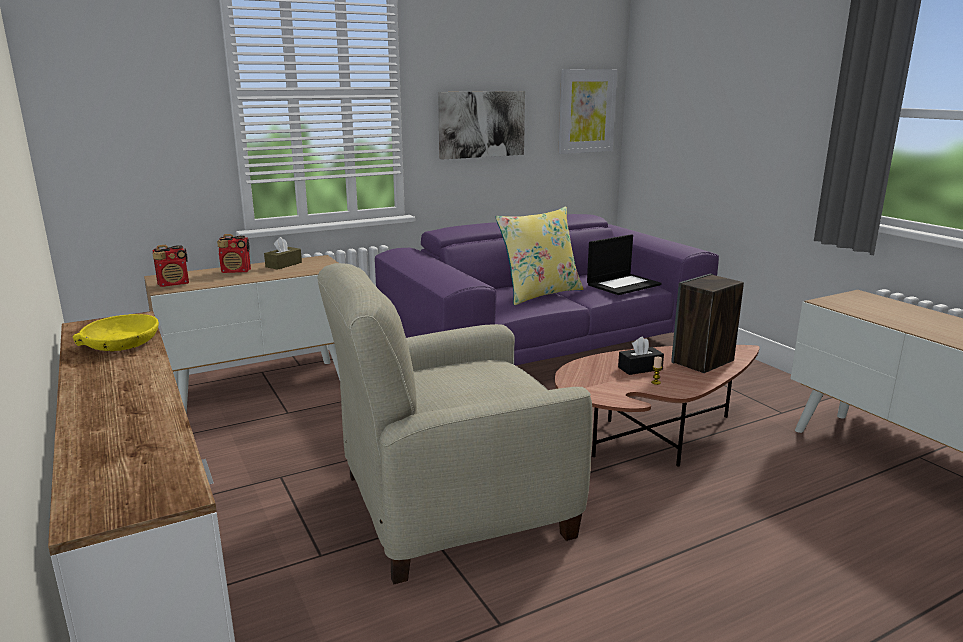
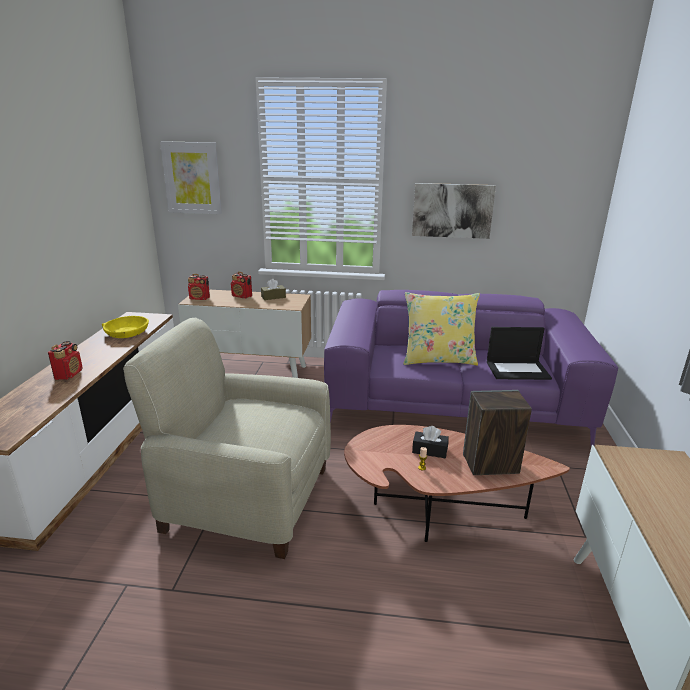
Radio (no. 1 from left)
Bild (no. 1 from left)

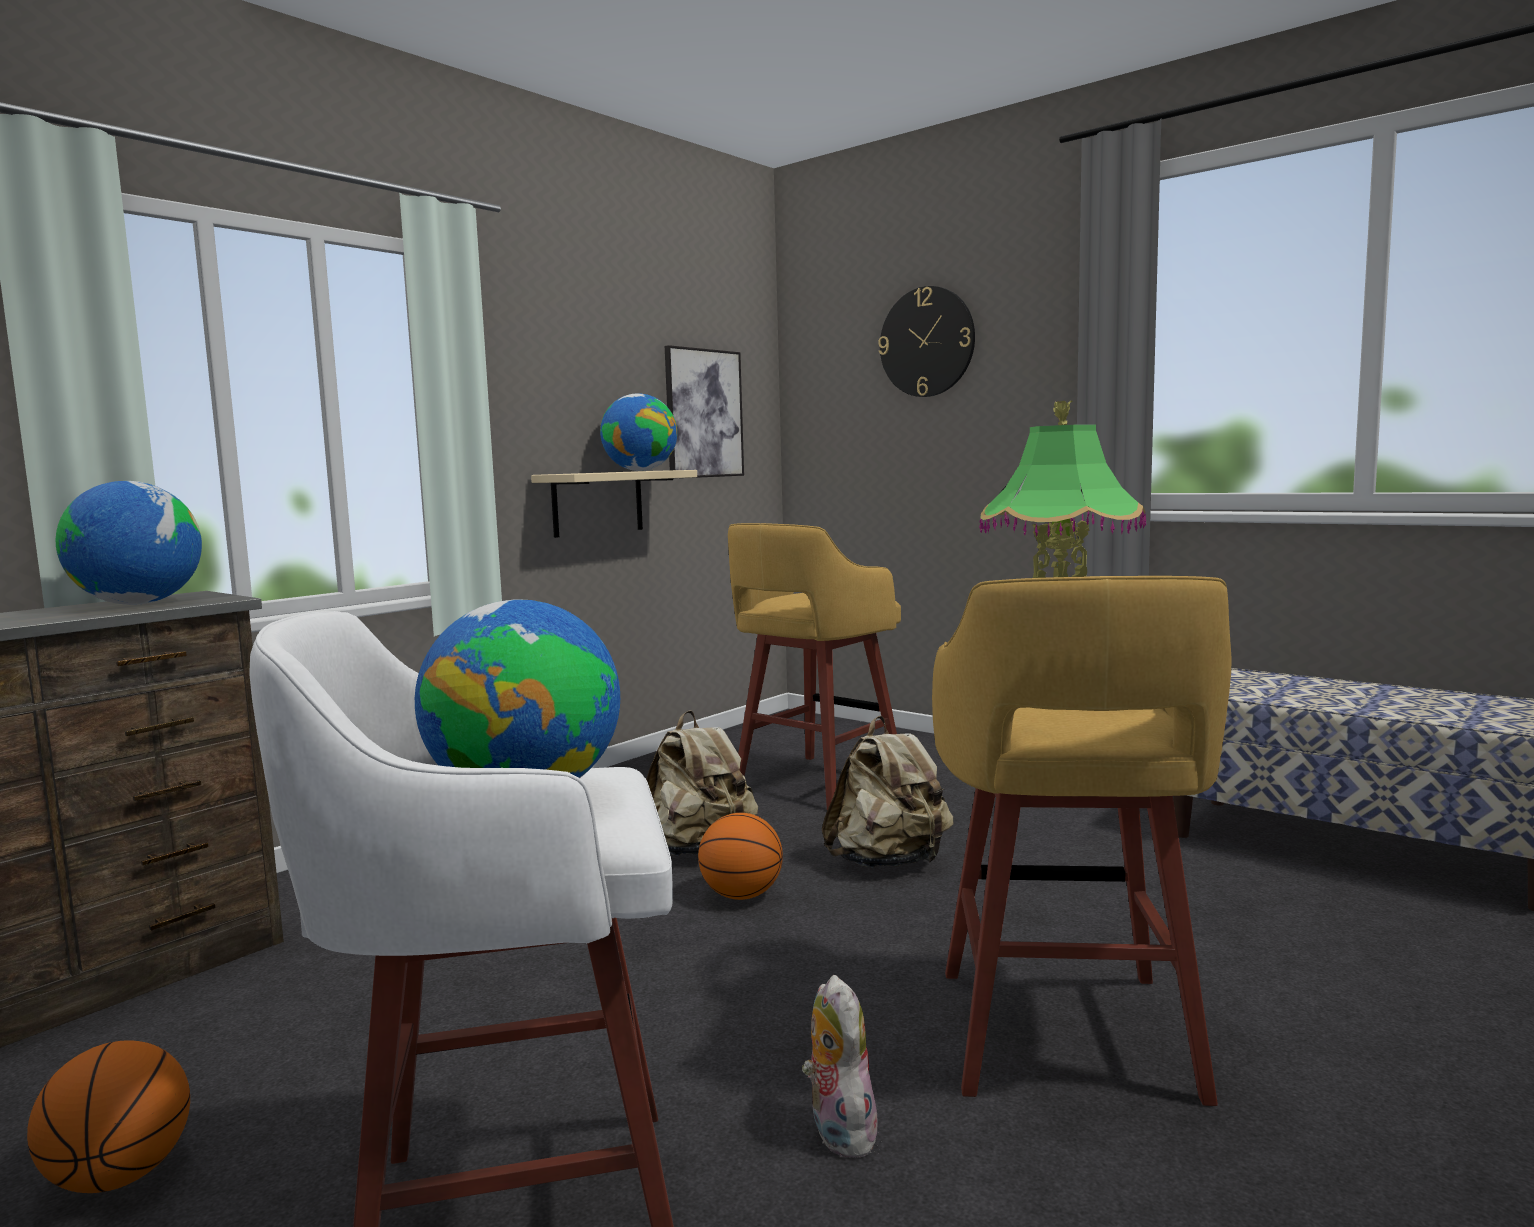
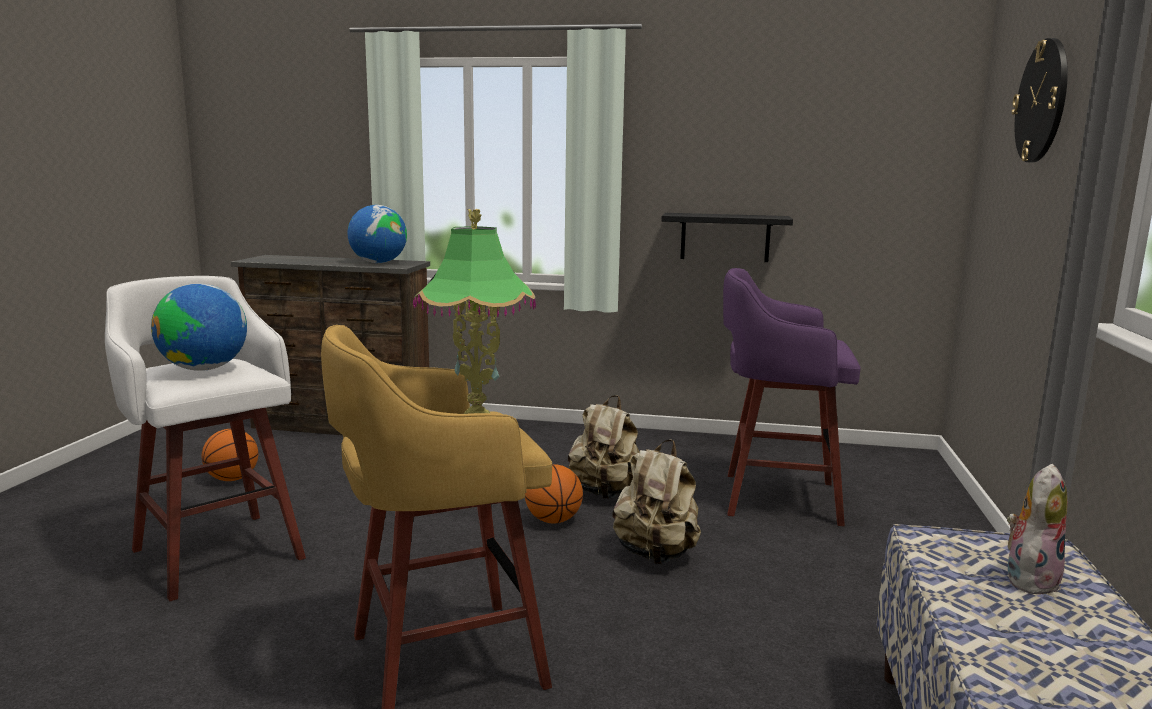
Wandregal (schwarz)
Hocker (lila)
Plüschtier
Globus (no. 3 from left in the first image)
Bild

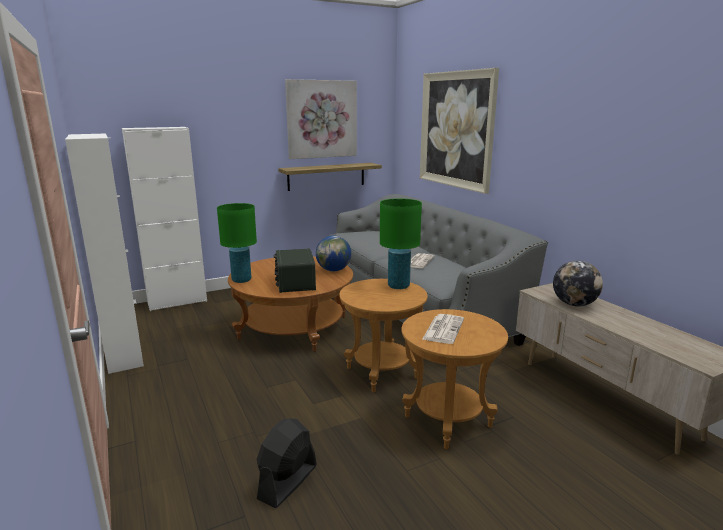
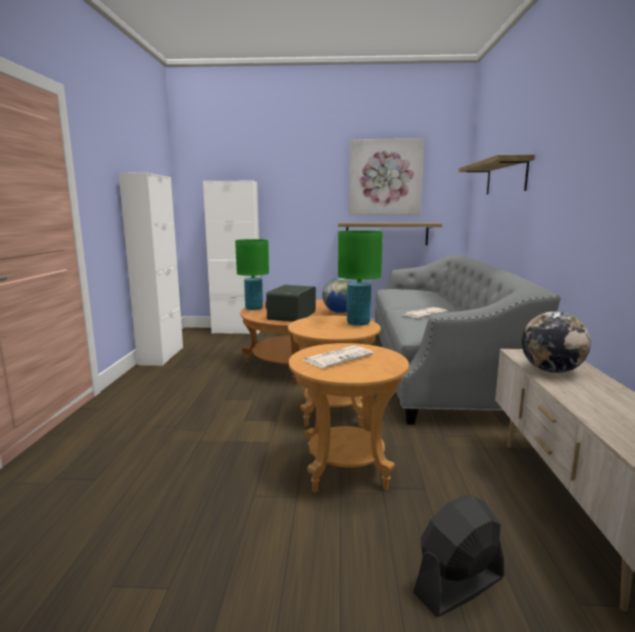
Ventilator (schwarz)
Wandregal (no. 2 from left)

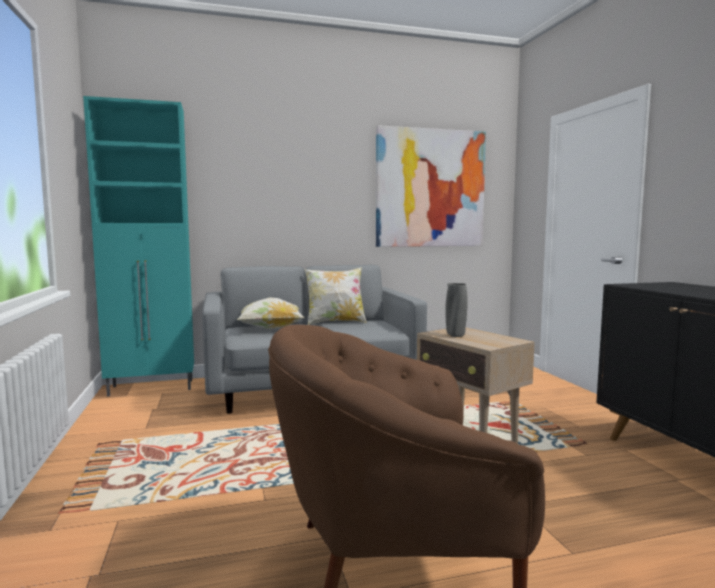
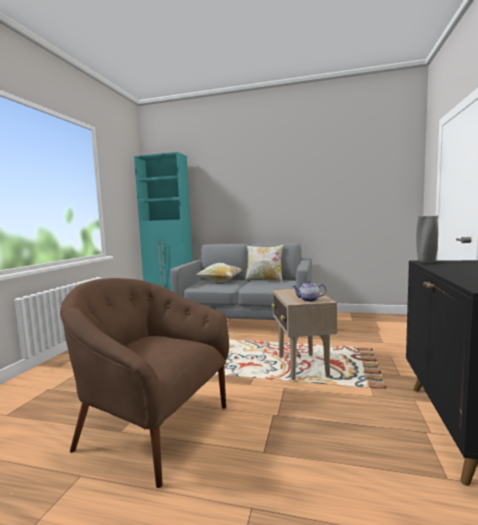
Teekanne
Vase (grau)
Bild

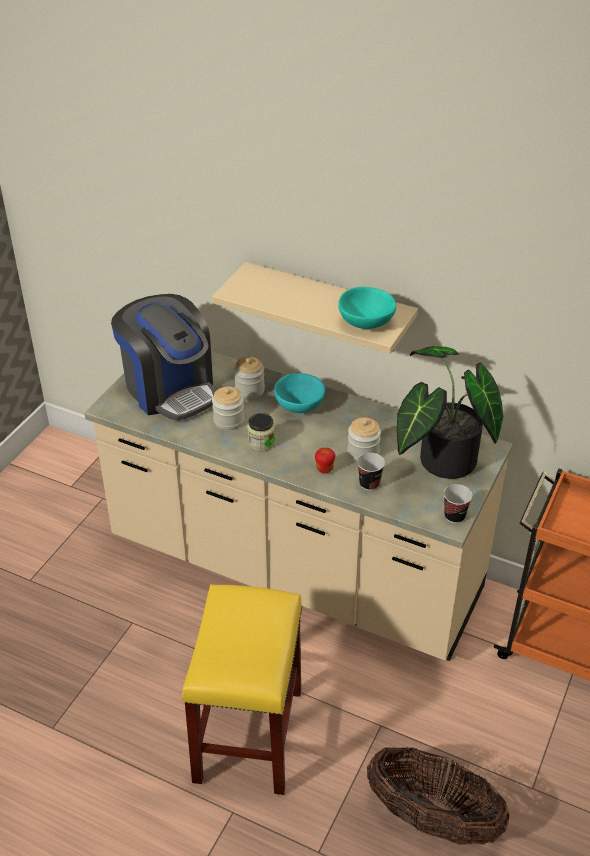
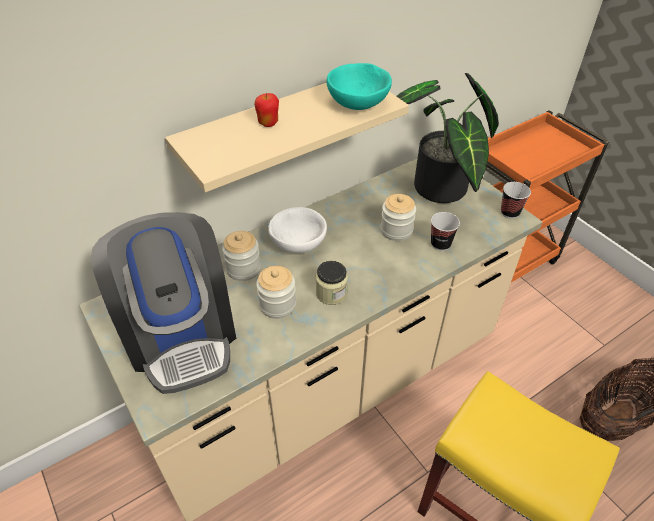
Kaffeemaschine
Apfel
Schüssel (weiß)

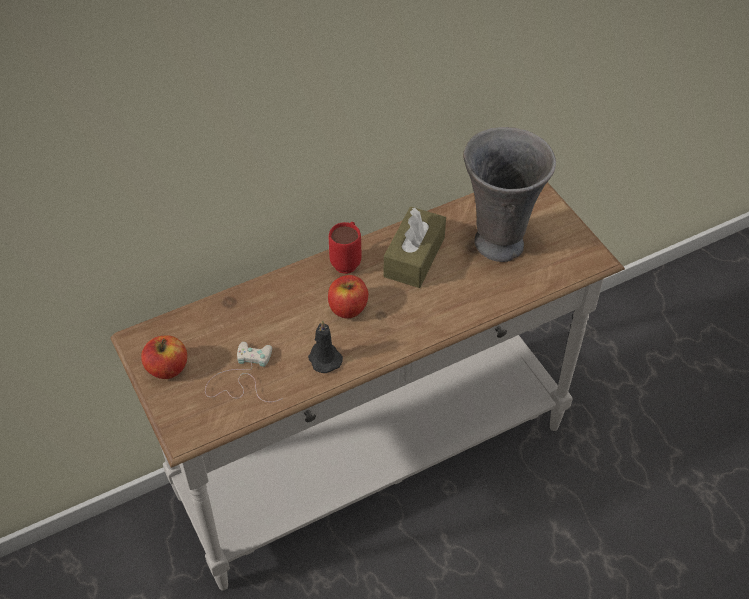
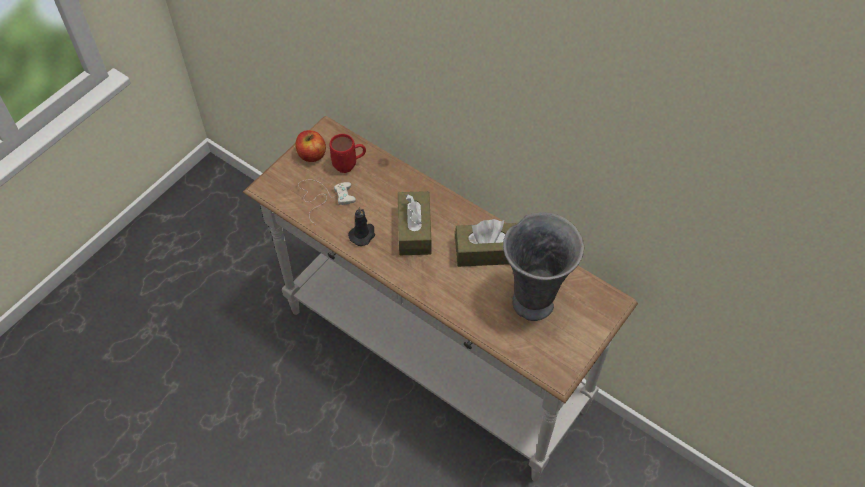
Henkelbecher (rot)
Taschentuchbox (braun) (no. 1 from left)

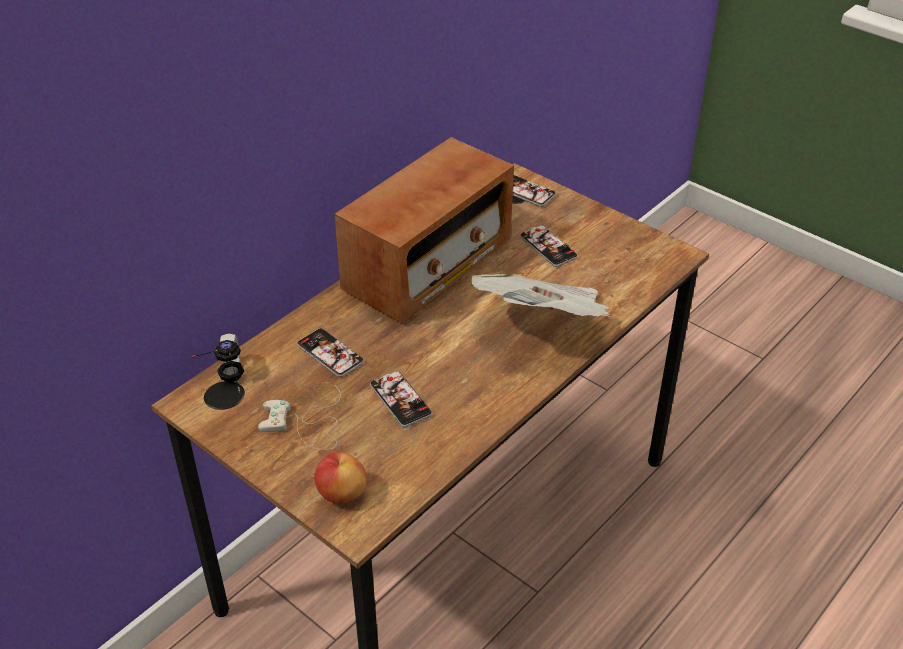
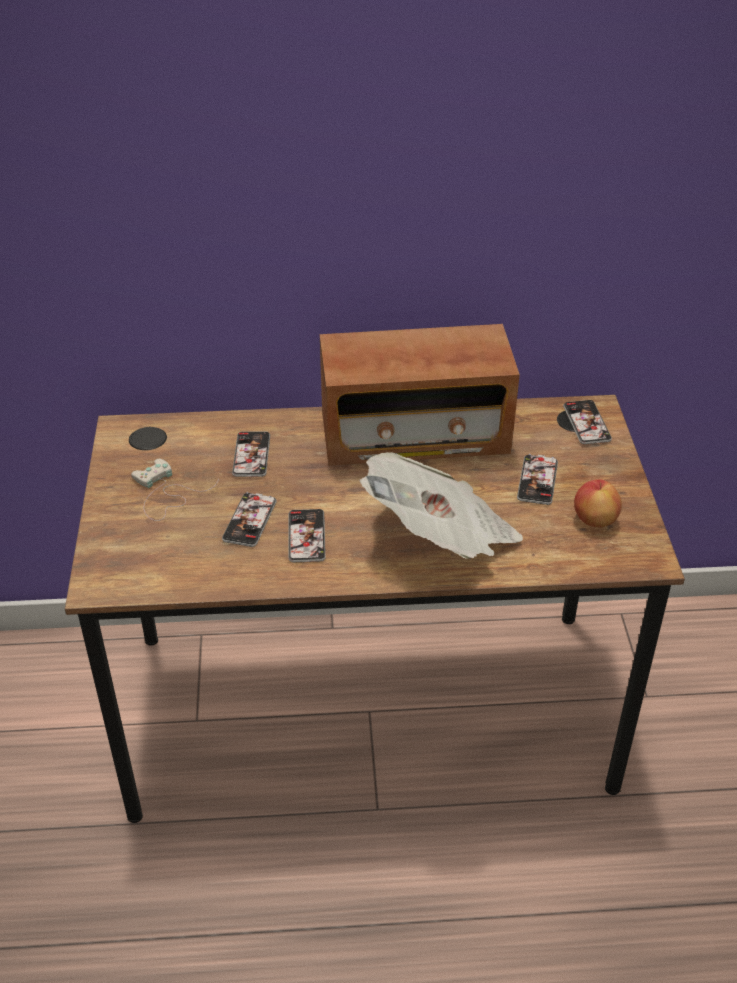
Handy (no. 3 from left)
Apfel
Kopfhörer

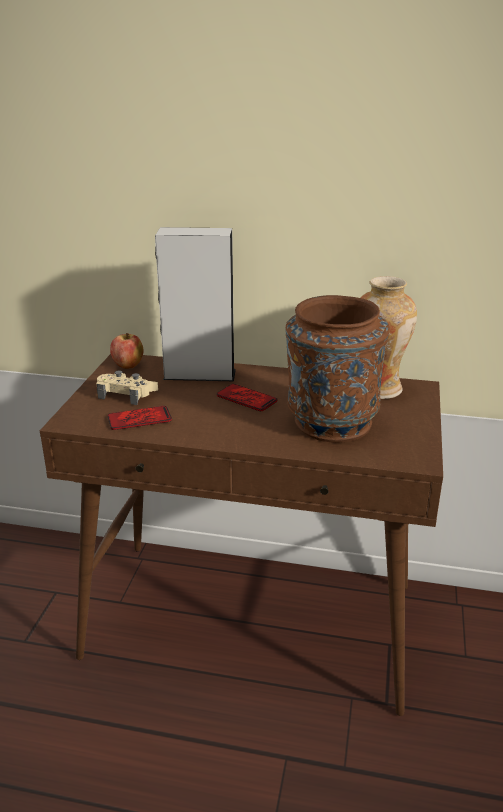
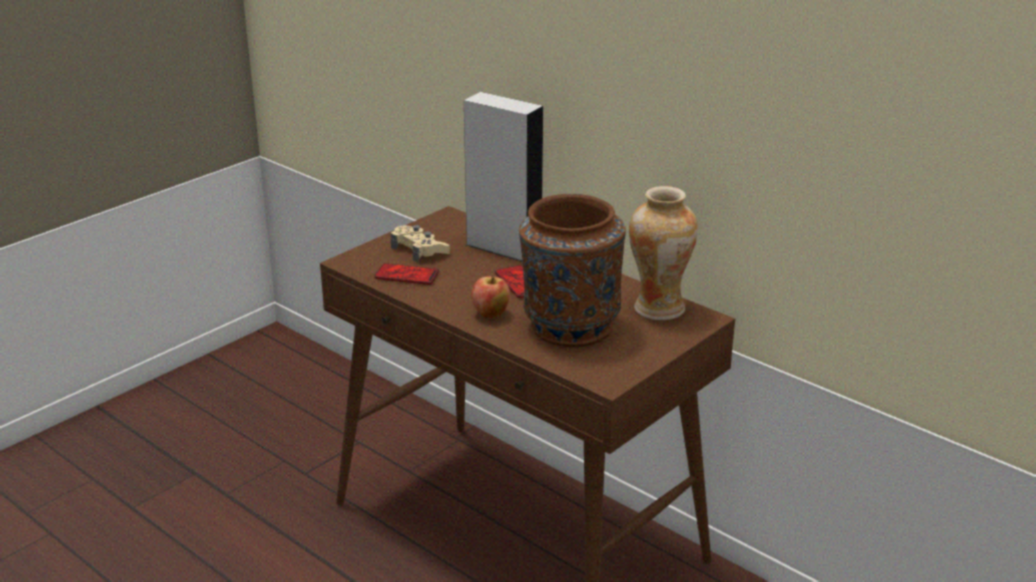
Apfel

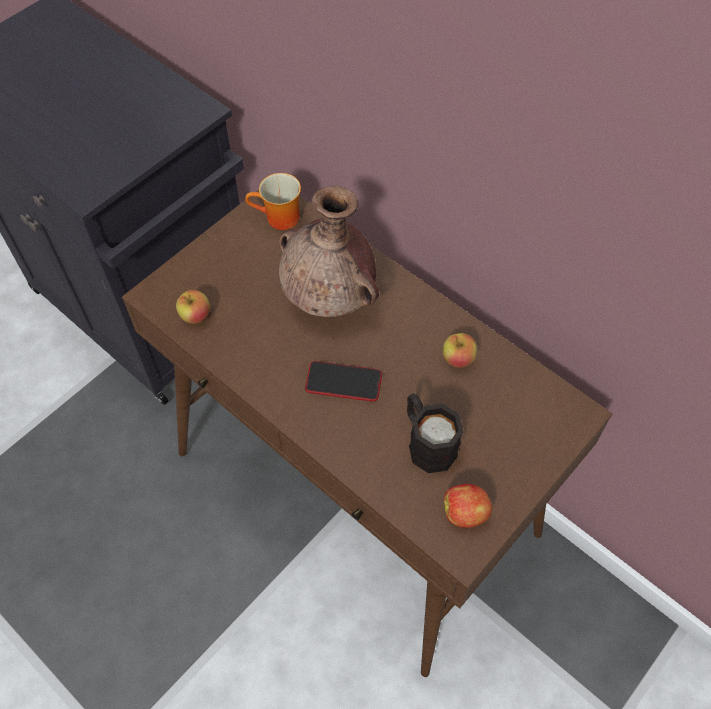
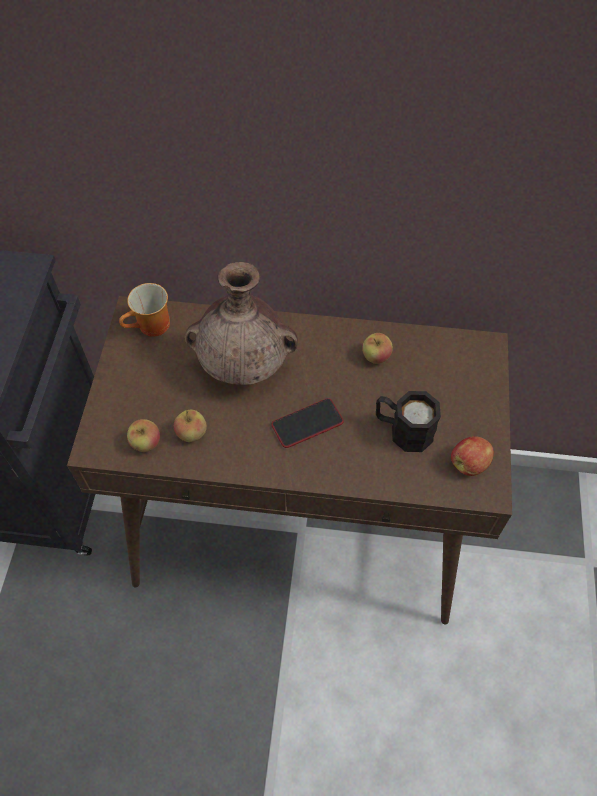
Apfel (no. 2 from left)

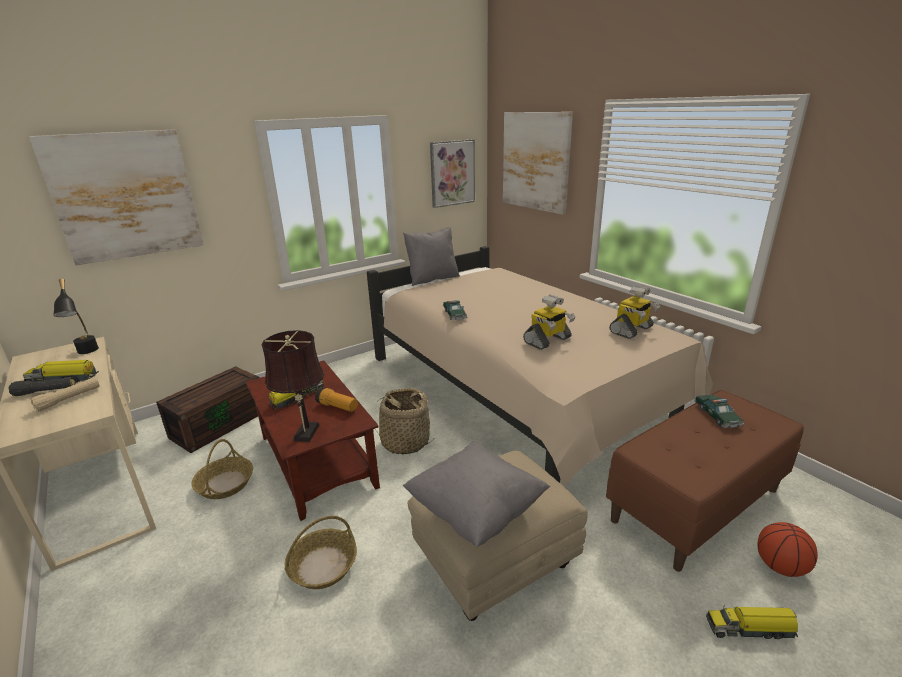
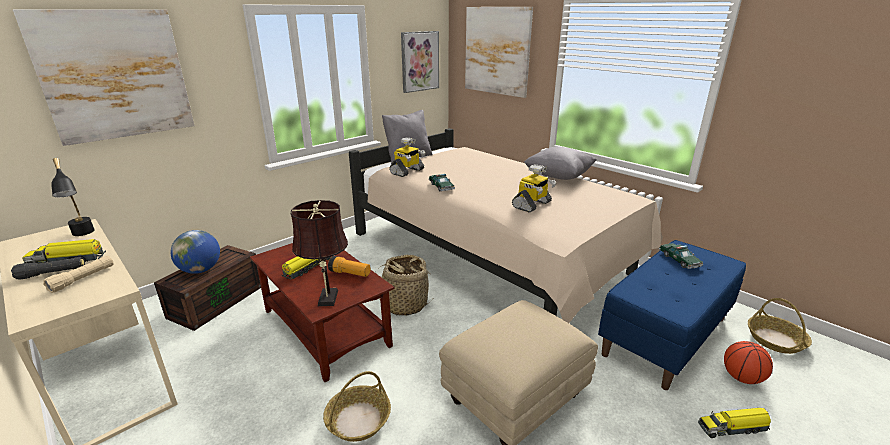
Globus
Spielzeugroboter (no. 1 from left)
Kissen (grau) (no. 2 from left)
Bank (blau)
Korb (no. 3 from left)

